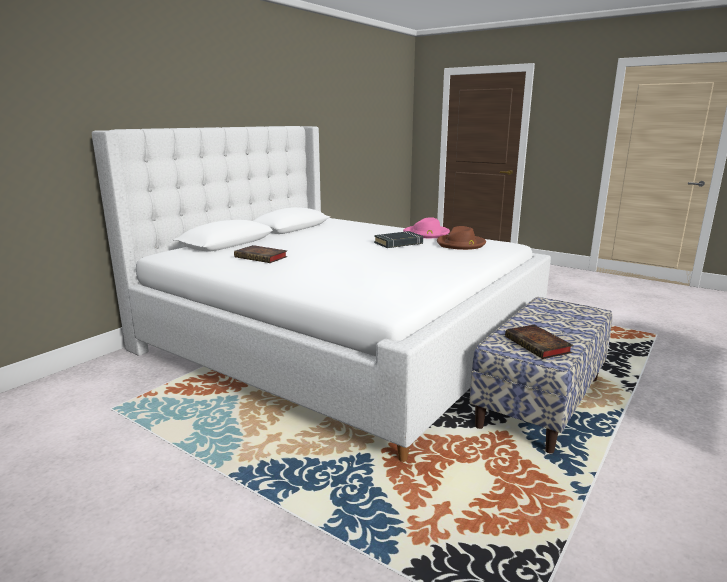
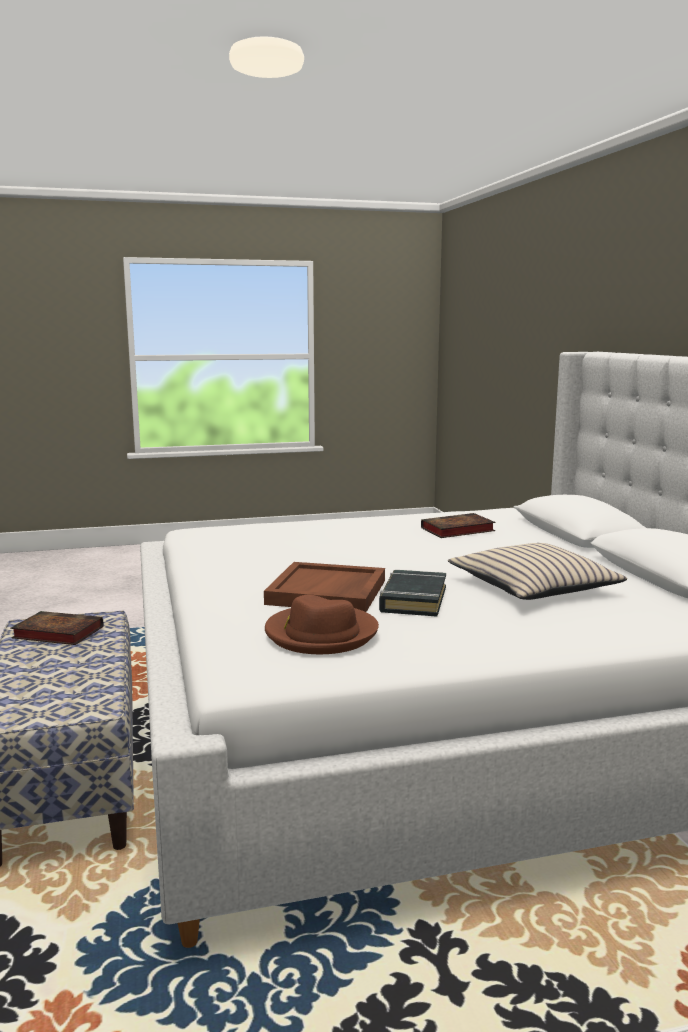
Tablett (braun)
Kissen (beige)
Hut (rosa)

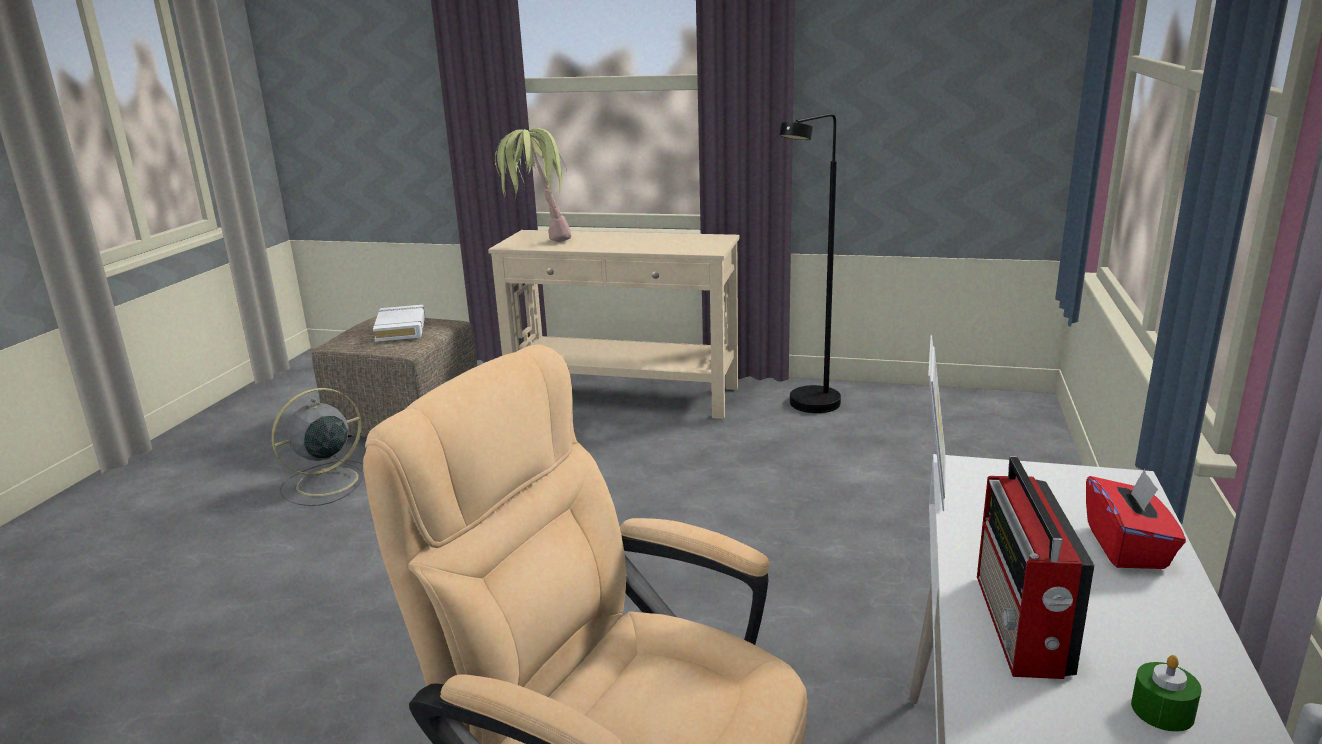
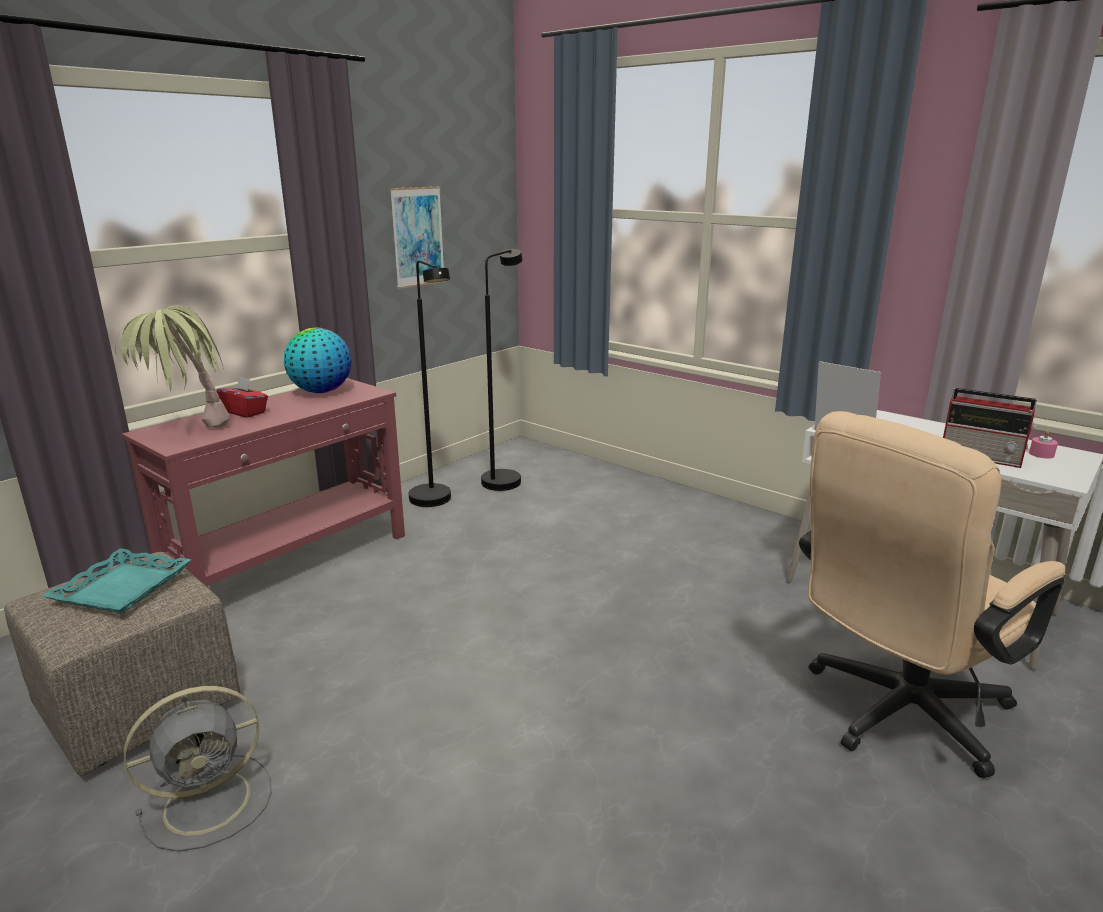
Tablett (türkis)
Konsolentisch (rot)
Ventilator (grau)
Taschentuchbox (rot)
Globus
Bild
Stehlampe (schwarz) (no. 2 from left)
Kerze (rosa)

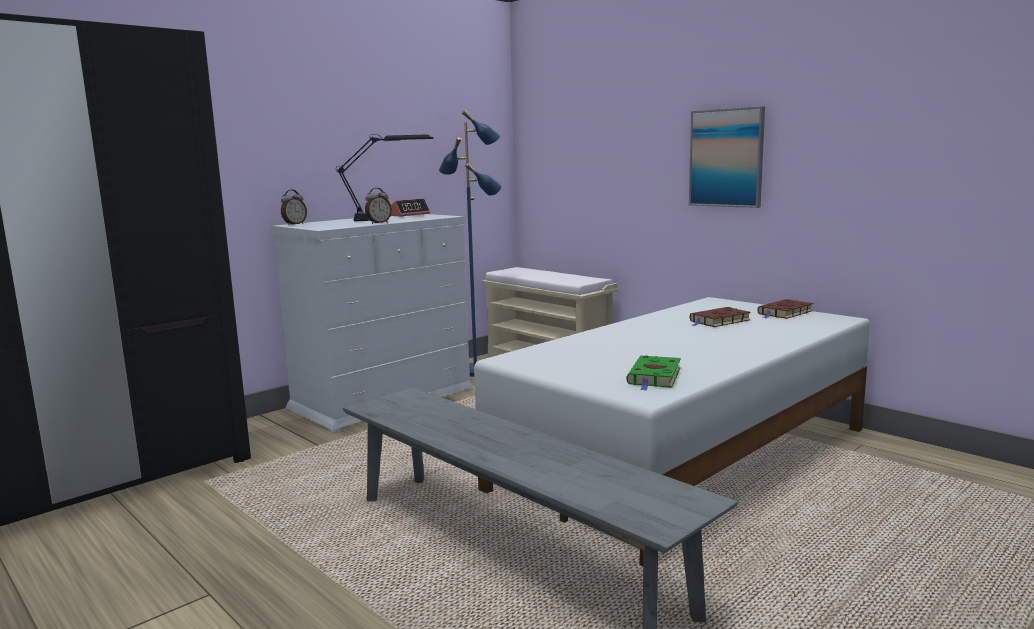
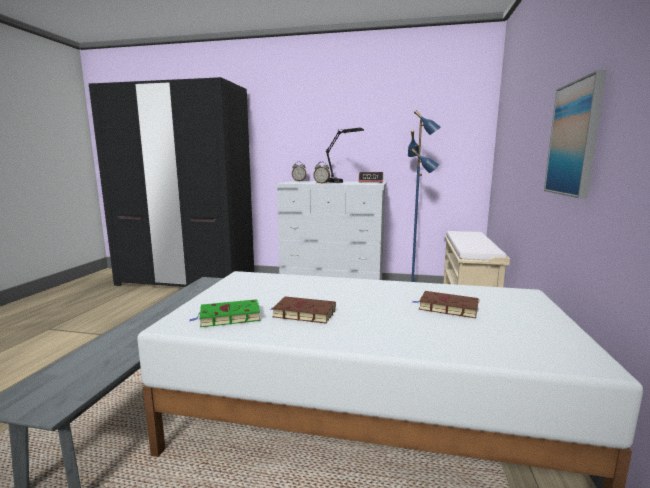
Buch (braun) (no. 1 from left)

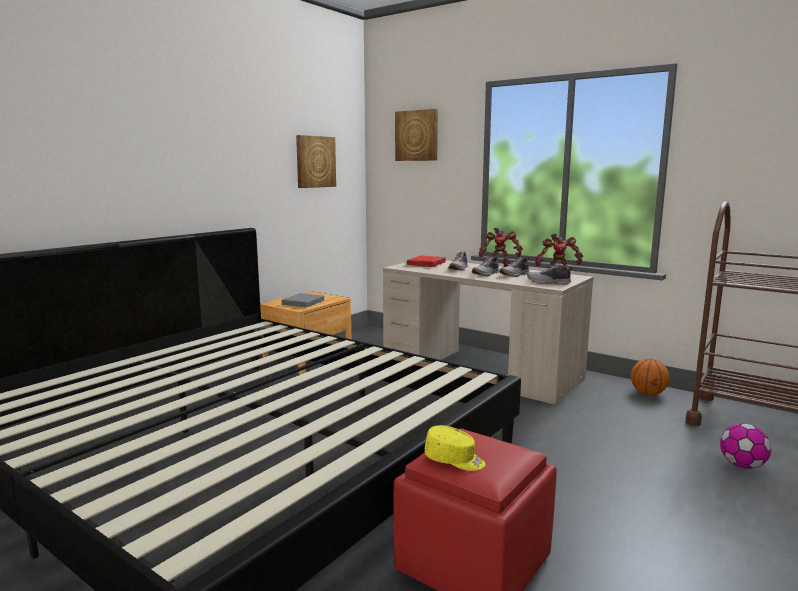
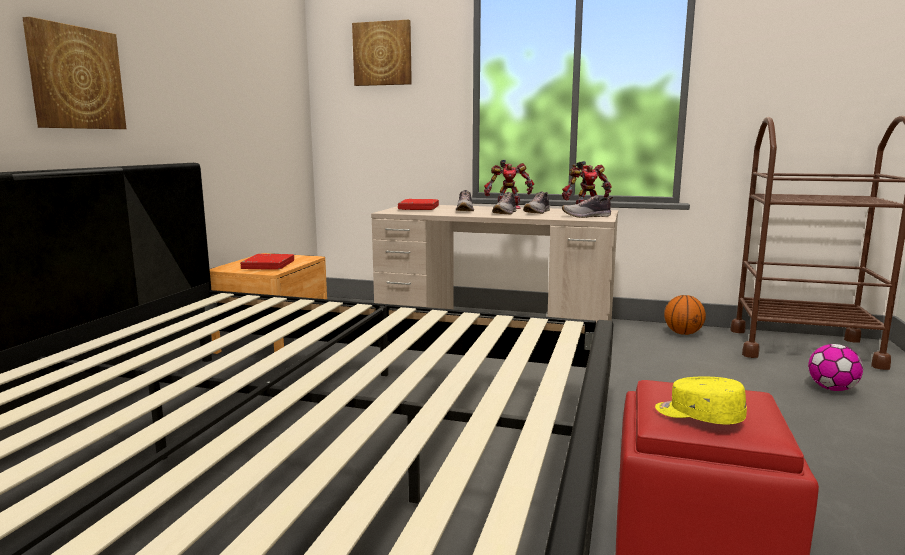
Bild (no. 1 from left)
Buch (rot) (no. 1 from left)
Kappe (gelb)

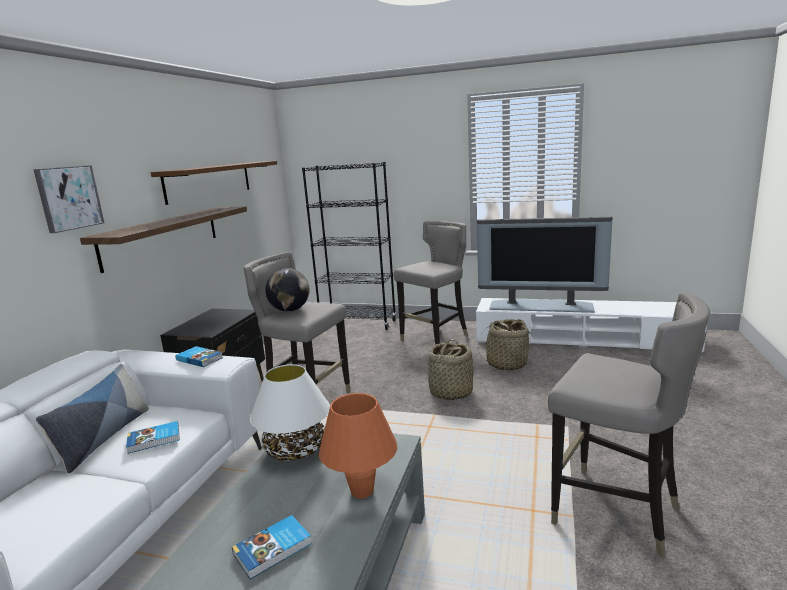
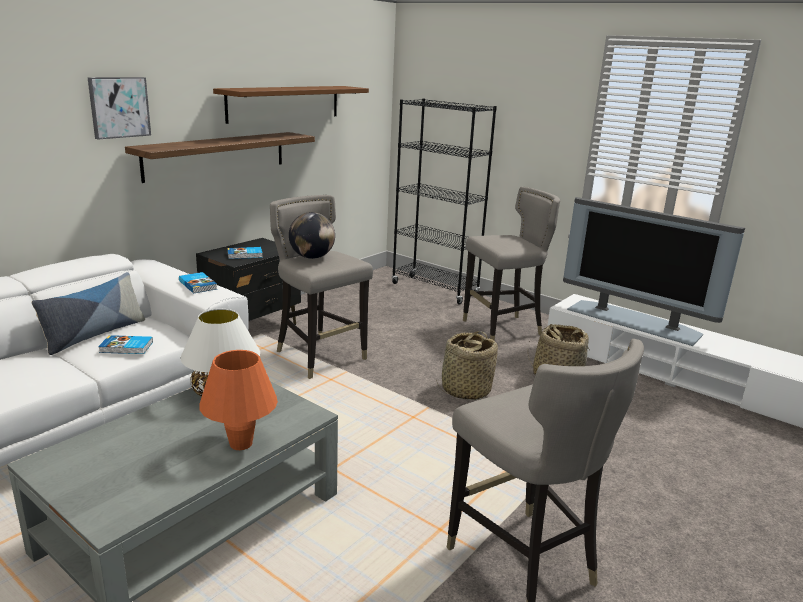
Buch (no. 3 from left)

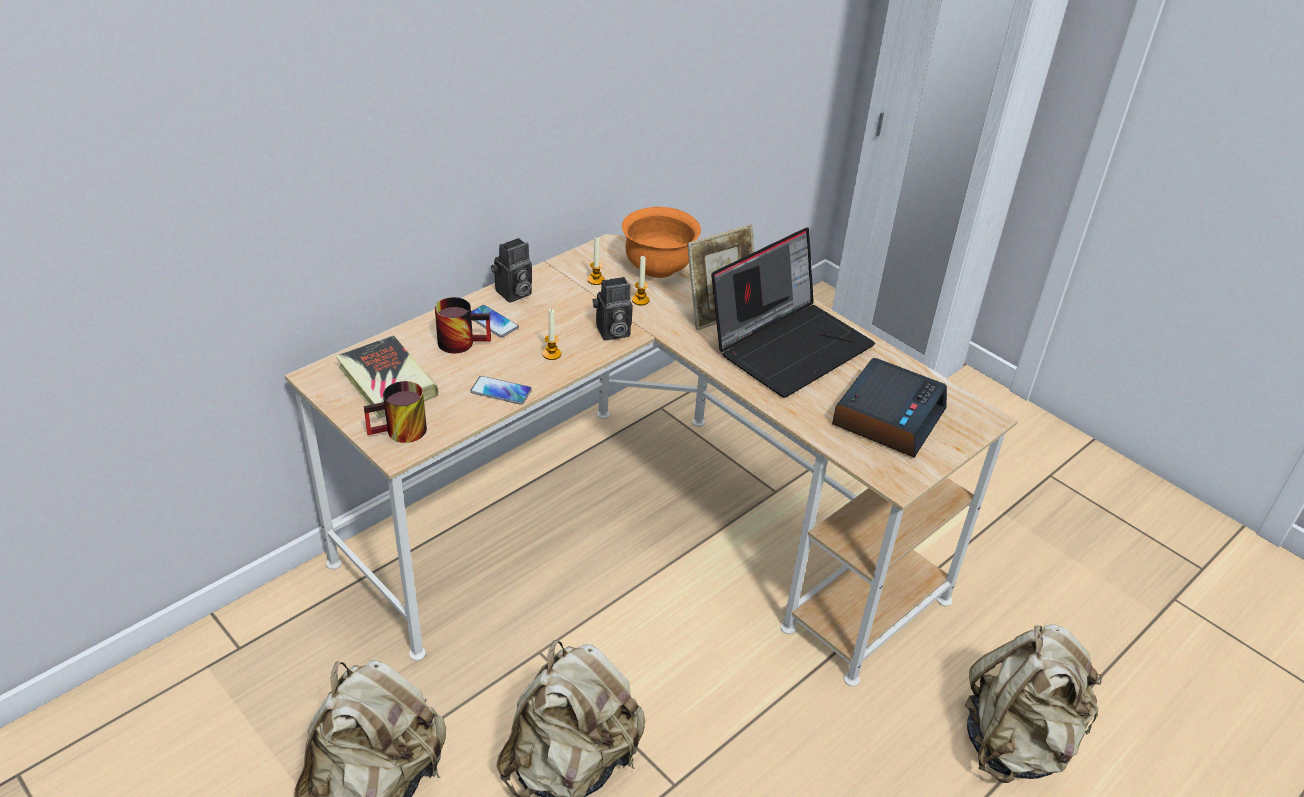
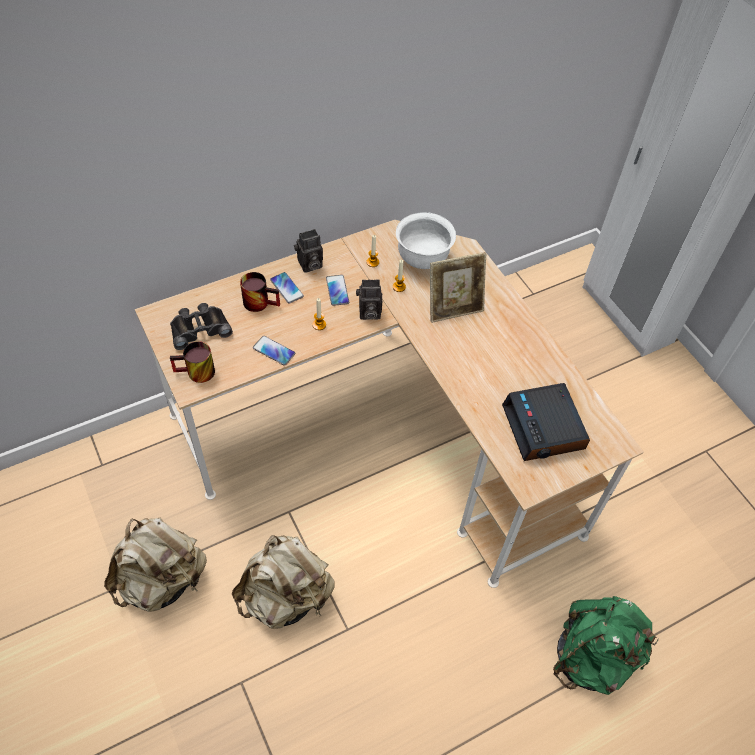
Fernglas (schwarz)
Handy (no. 3 from left)
Schüssel (weiß)
Wecker
Rucksack (grün)
Laptop

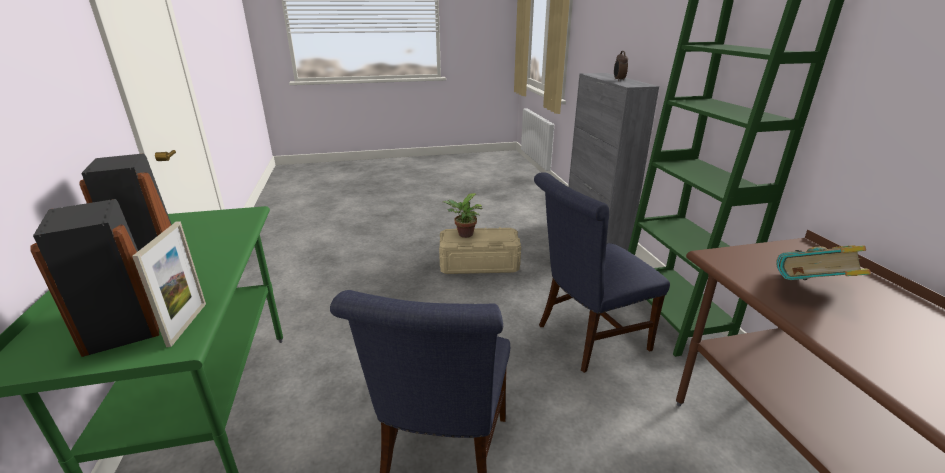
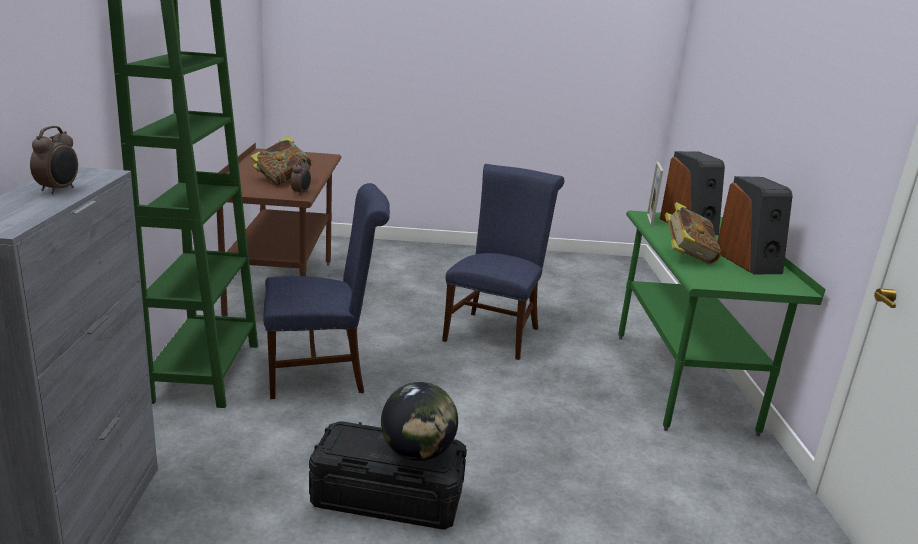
Wecker (no. 2 from left)
Aufbewahrungsbox (schwarz)
Globus
Buch (no. 2 from left)

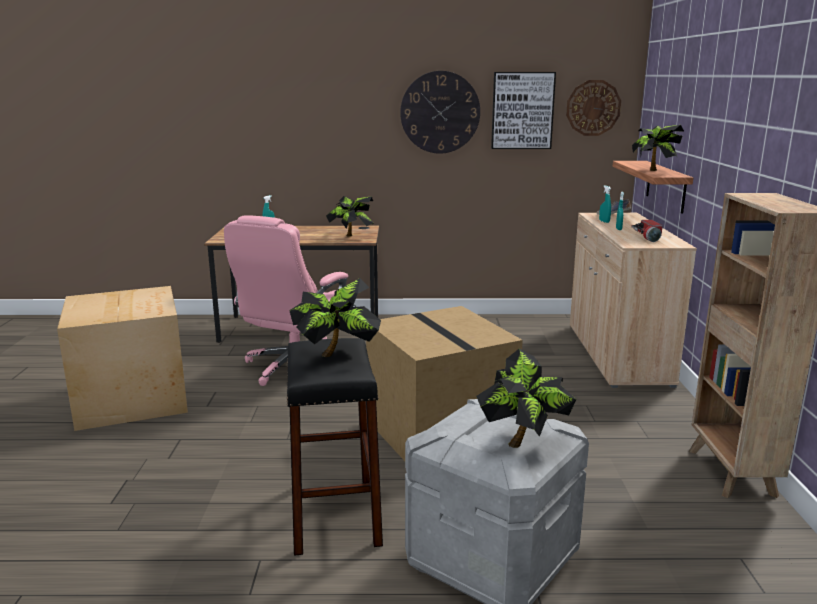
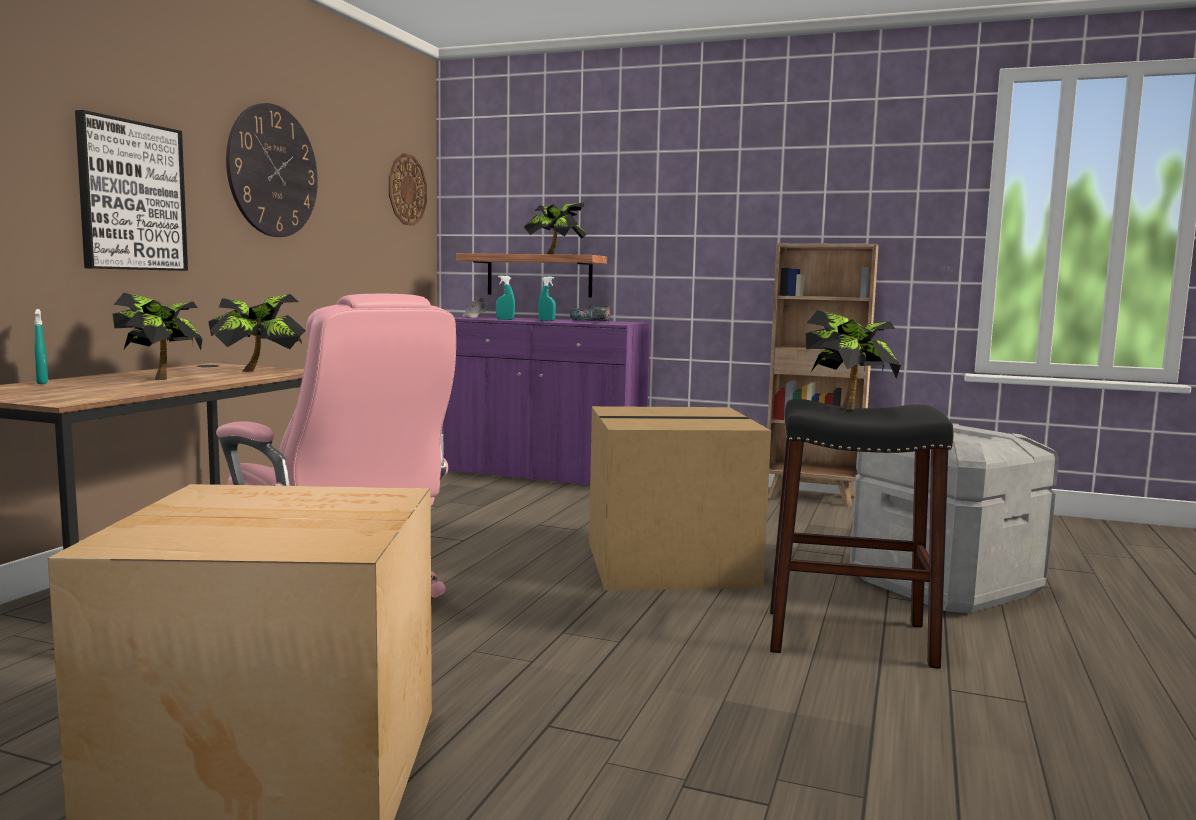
Bild
Topfpflanze (no. 1 from left)
Schrank (lila)
Bohrmaschine

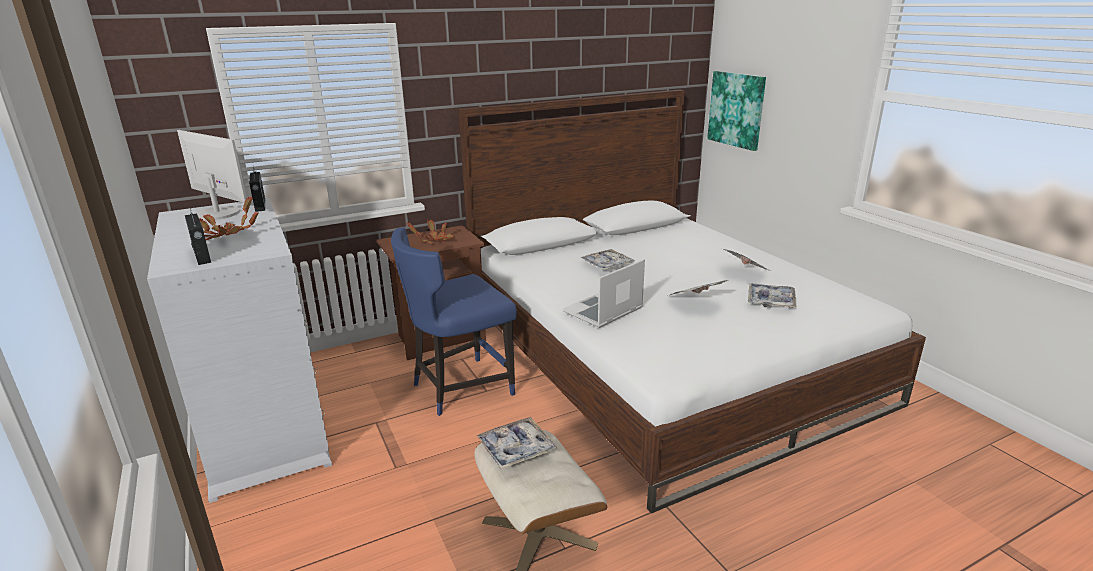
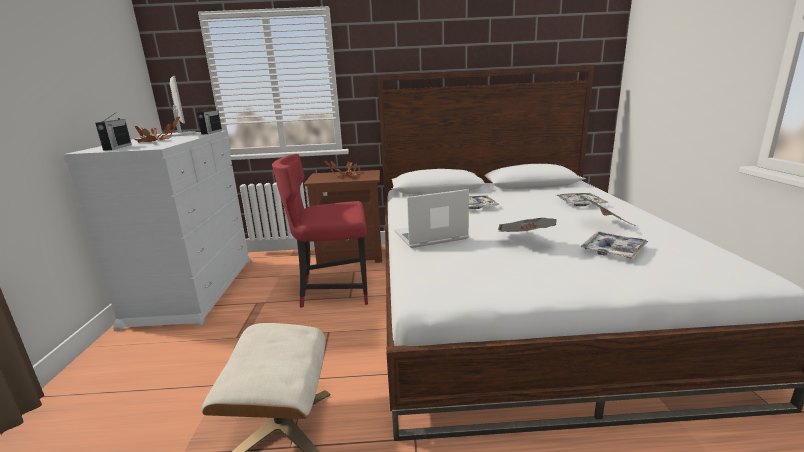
Stuhl (rot)
Tablett (no. 2 from left)
Bild

